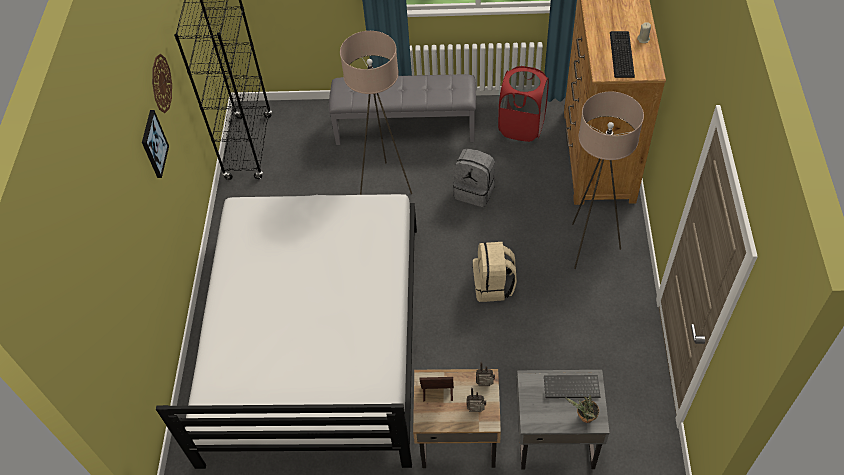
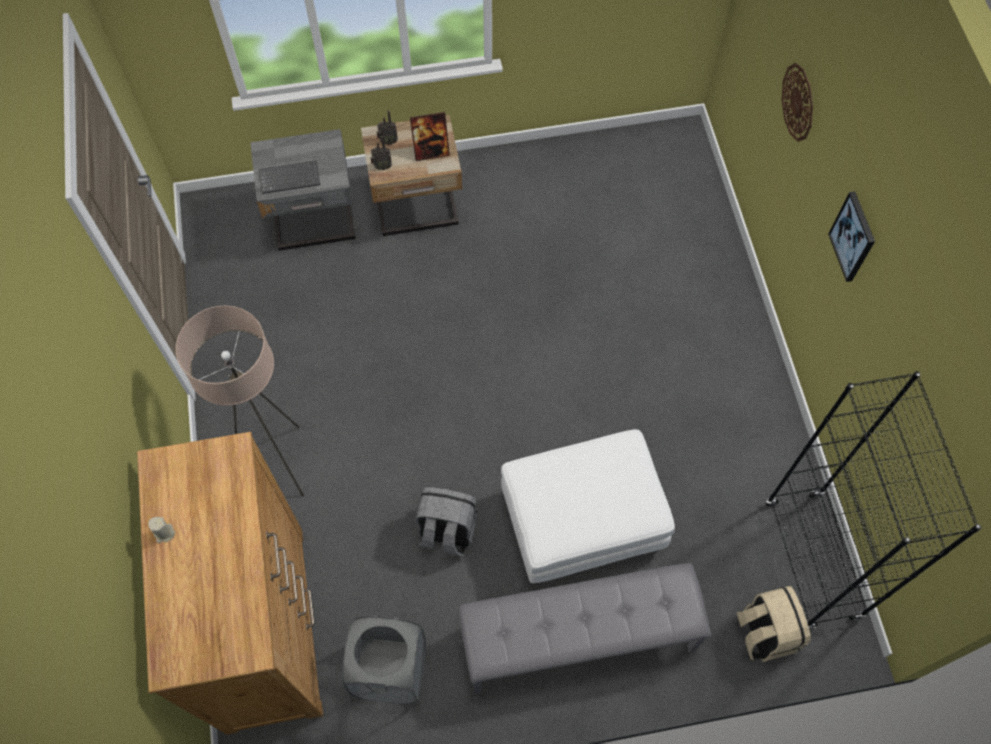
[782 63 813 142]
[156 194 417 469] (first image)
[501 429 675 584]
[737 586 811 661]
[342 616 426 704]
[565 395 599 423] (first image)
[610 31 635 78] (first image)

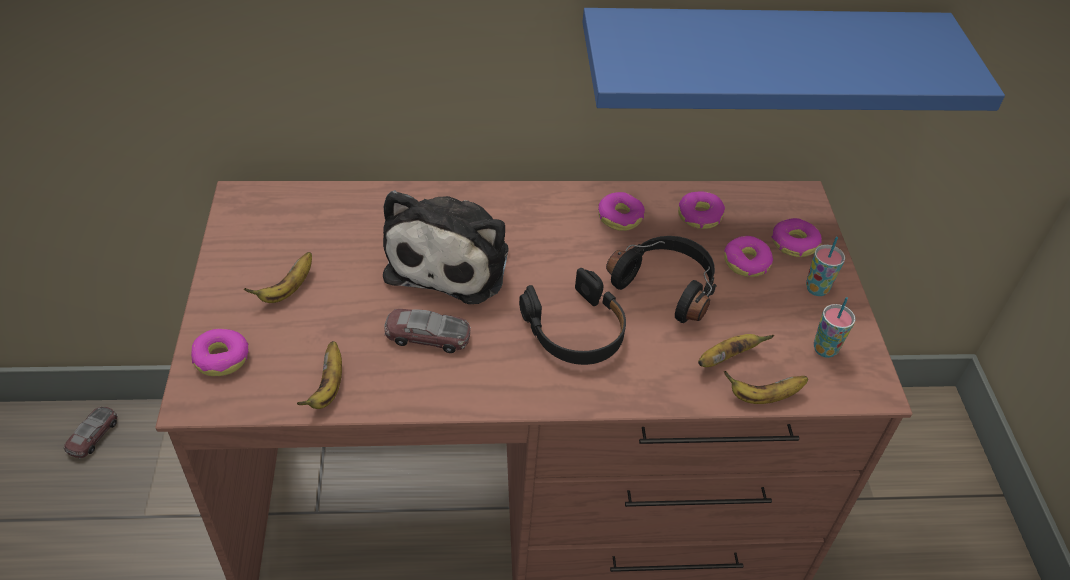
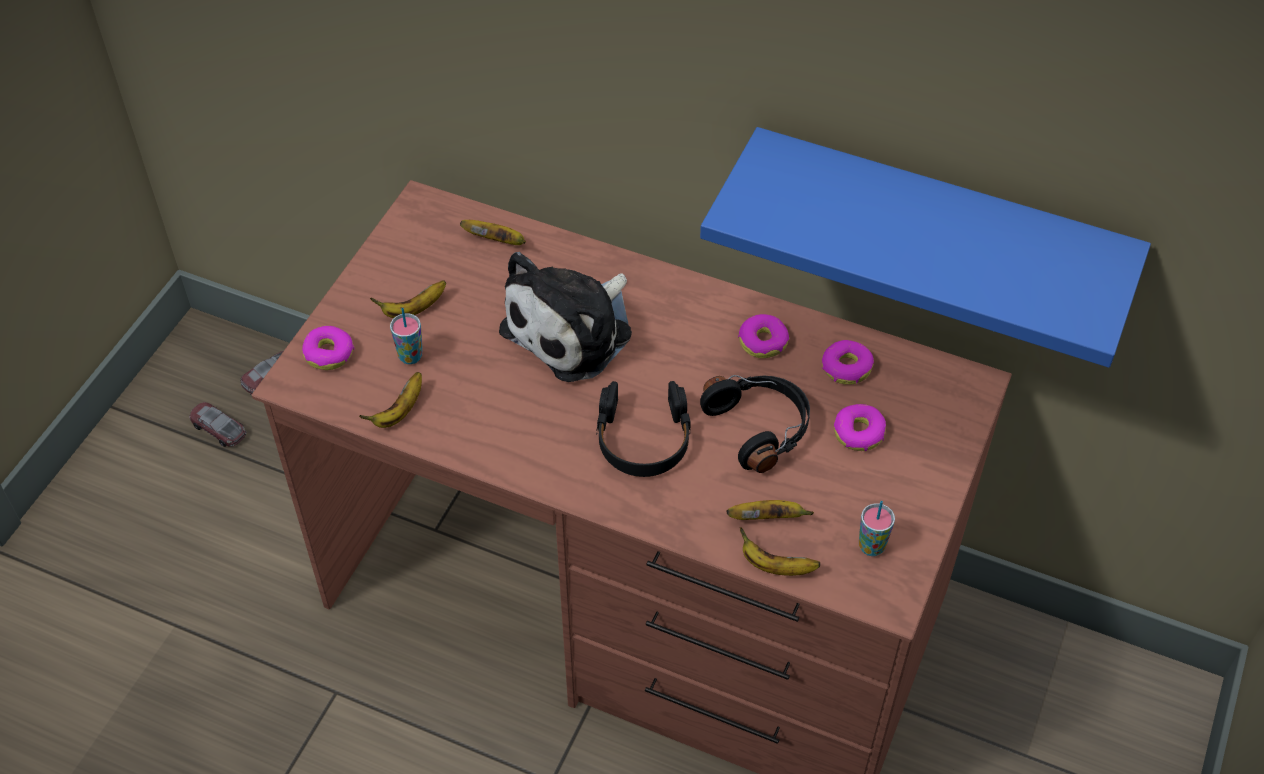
[189 402 246 447]
[772 218 822 257] (first image)
[390 308 423 364]
[460 220 526 245]

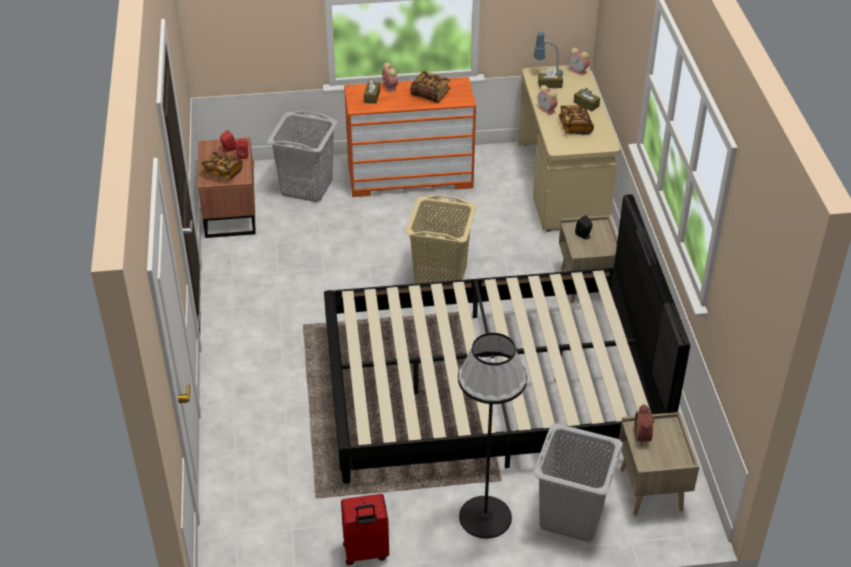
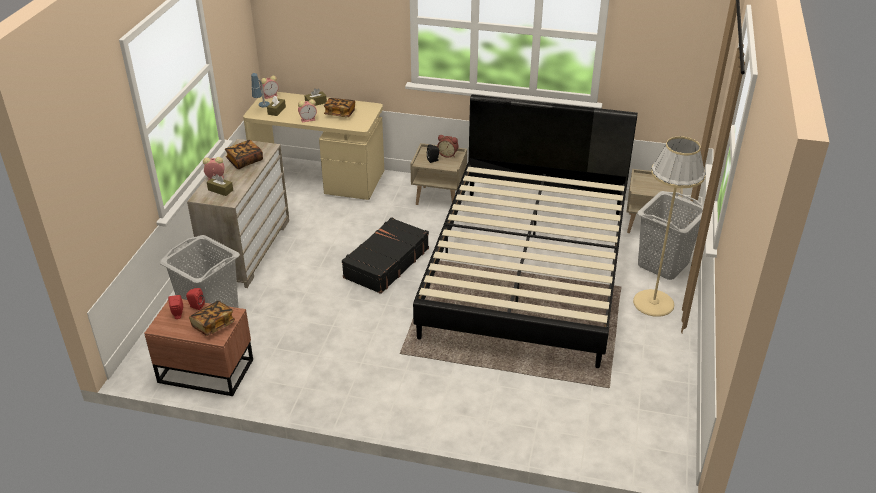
[341 494 389 565] (first image)
[187 139 289 288]
[342 217 429 294]
[633 136 706 317]
[437 135 459 158]

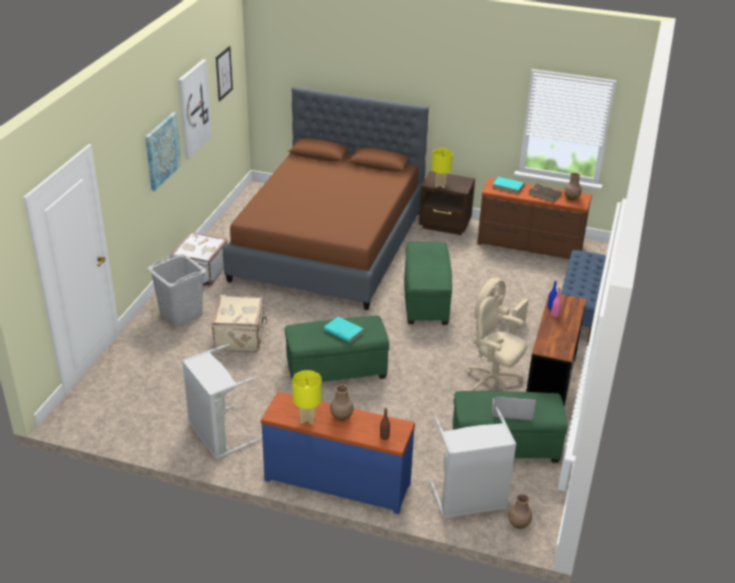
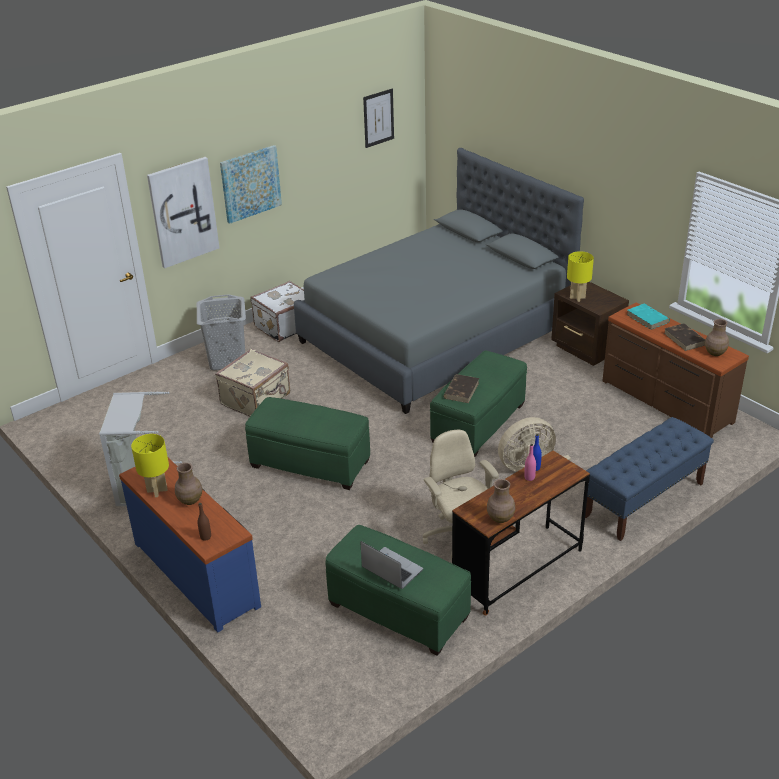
[147 157 219 268]
[294 148 584 414]
[324 317 363 343] (first image)
[429 407 517 519] (first image)
[487 479 515 523]
[443 374 479 403]

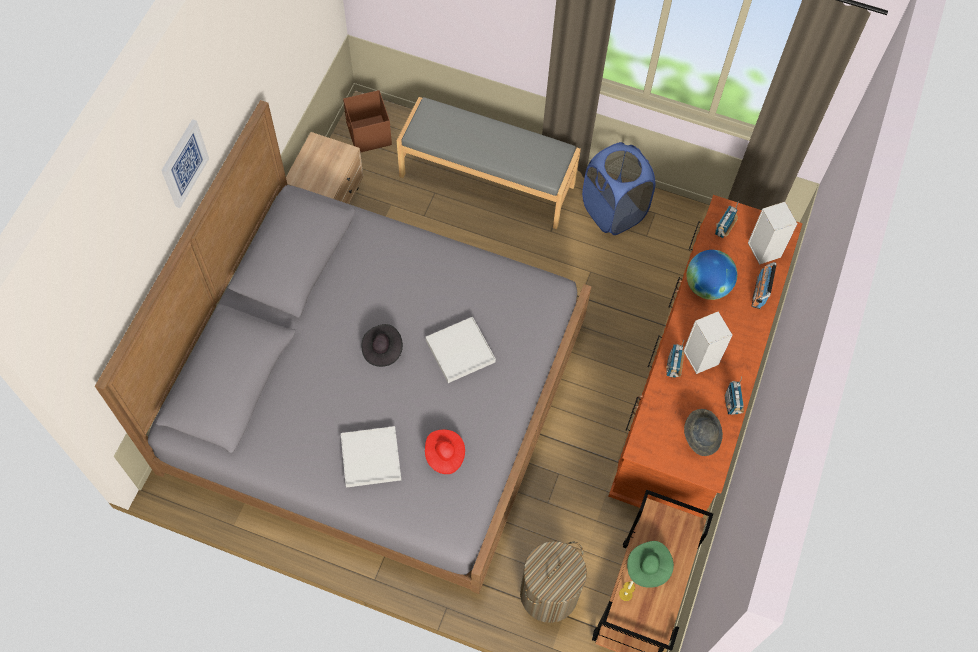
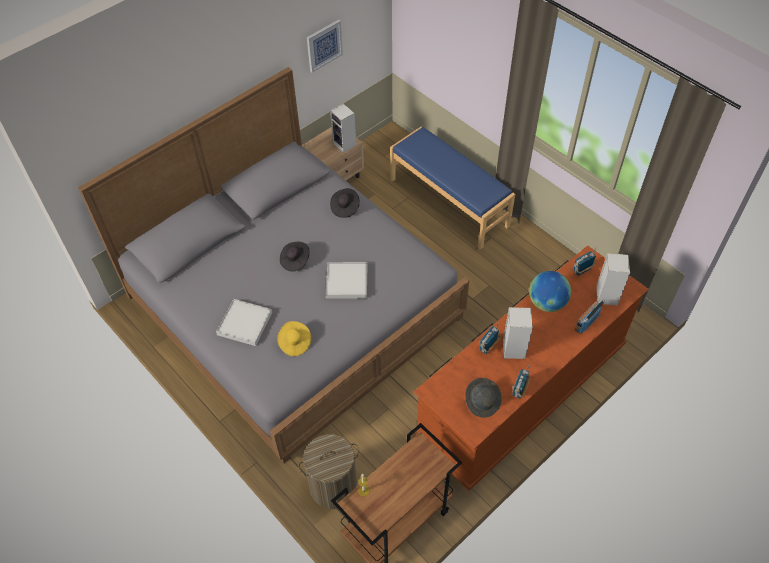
[307 20 343 73]
[343 90 392 153] (first image)
[390 127 515 250]
[277 321 311 356]
[582 142 655 235] (first image)
[627 541 674 588] (first image)
[330 104 356 153]
[330 188 360 218]

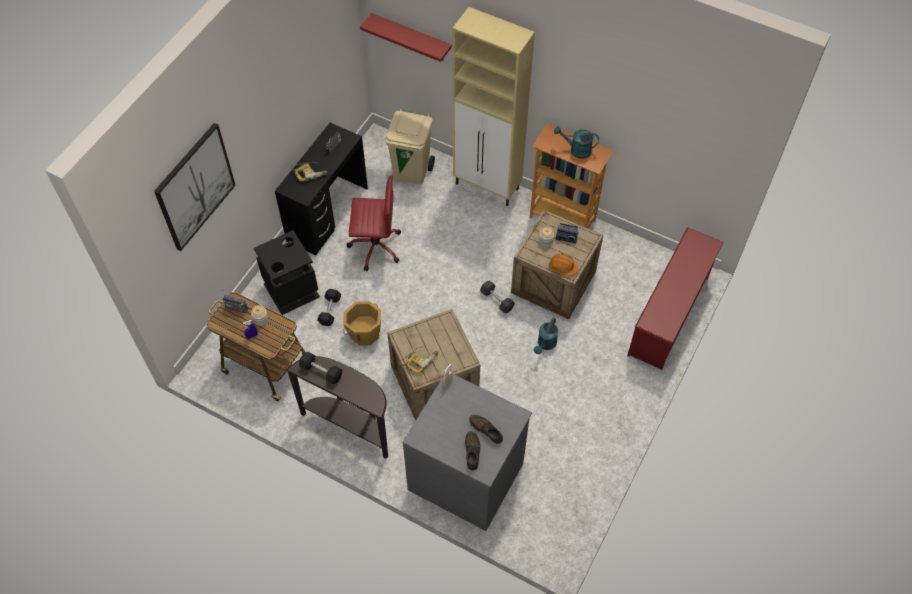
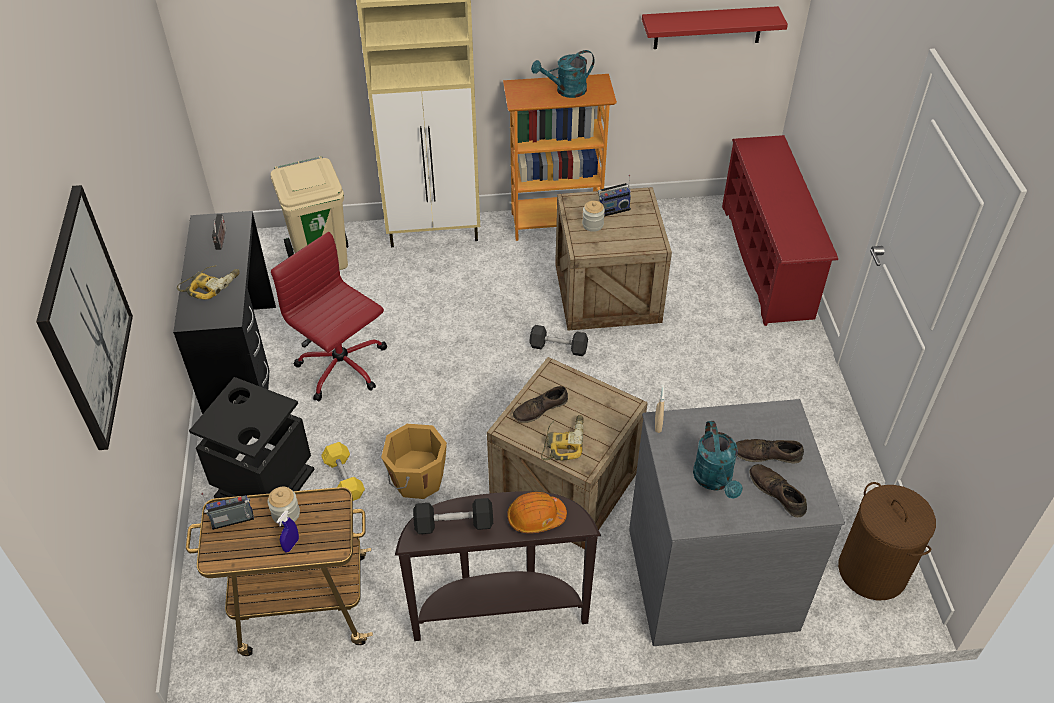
[321 442 365 501]
[271 232 387 401]
[642 6 788 49]
[693 421 743 499]
[507 492 567 533]
[513 386 568 423]
[838 482 936 600]

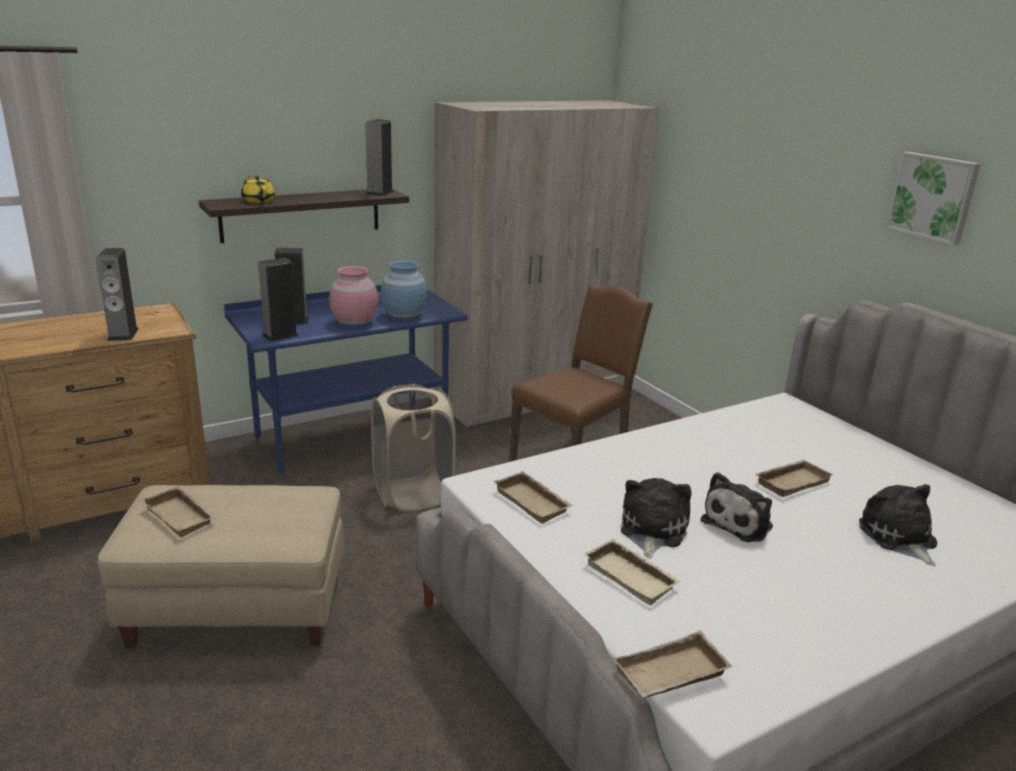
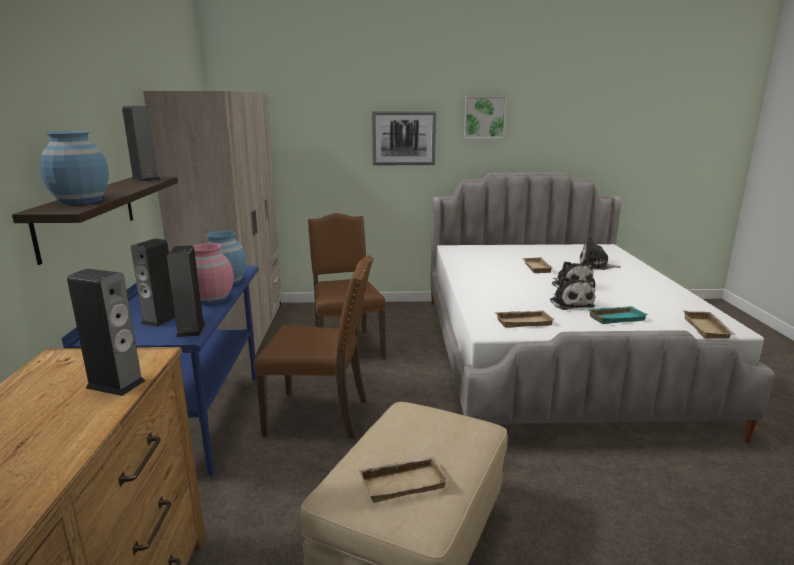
[40 131 109 204]
[254 255 374 439]
[588 306 648 324]
[550 277 595 310]
[372 111 436 165]

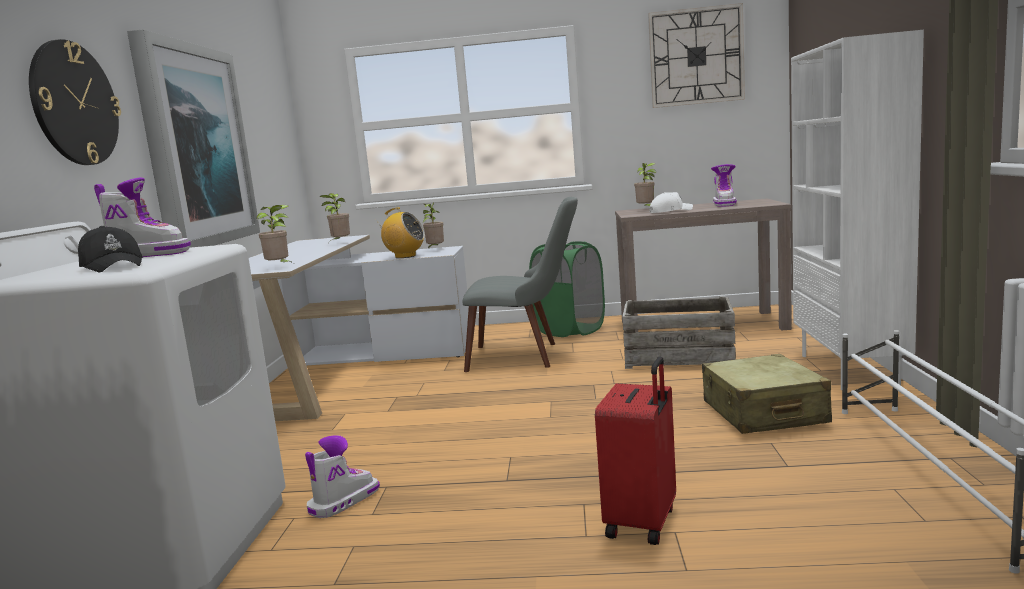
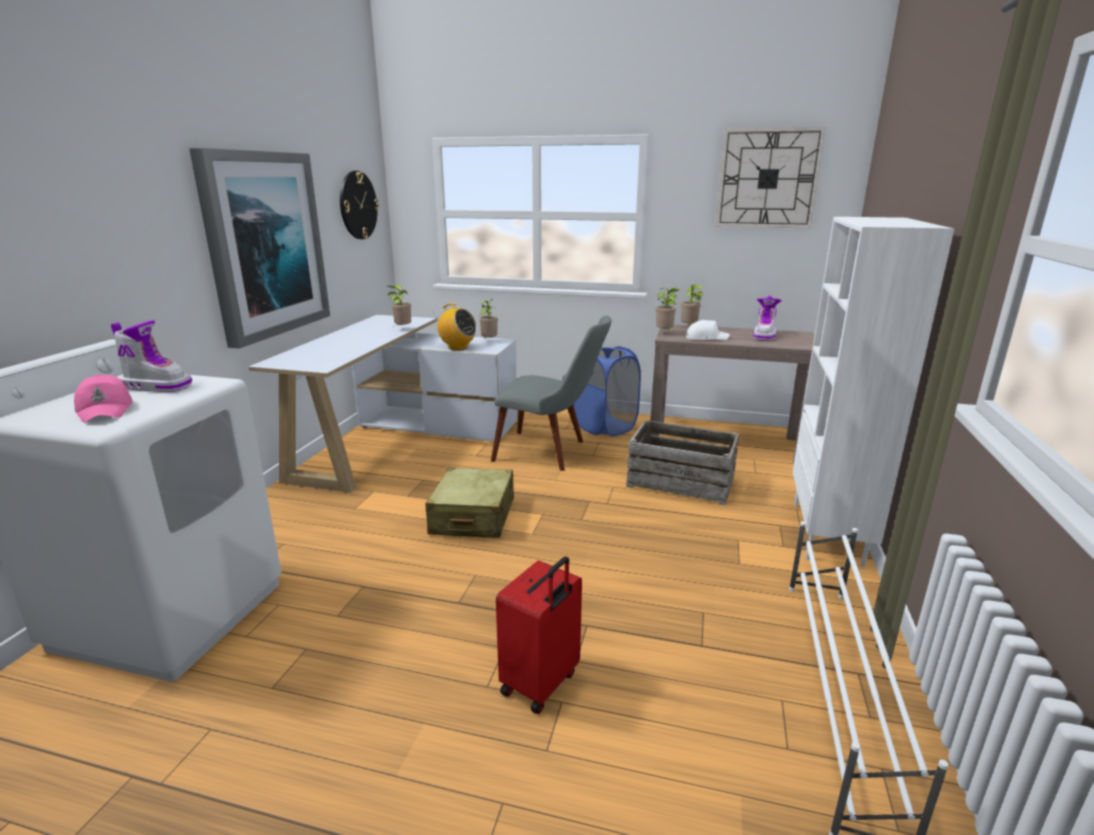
[340 171 379 239]
[74 374 133 423]
[656 287 680 332]
[305 435 380 518] (first image)
[573 346 641 436]
[425 468 514 538]

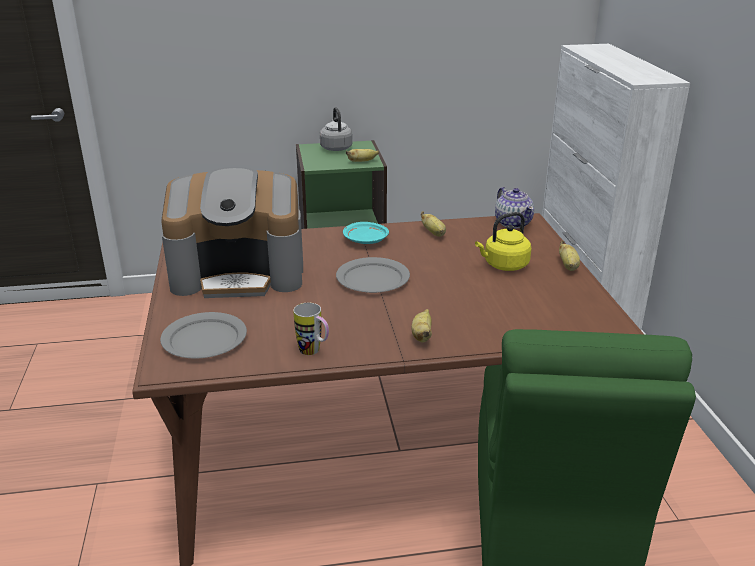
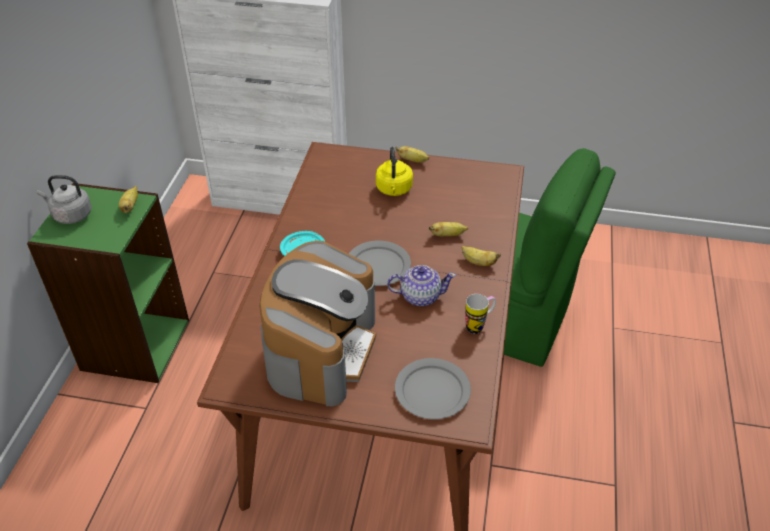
[429 222 468 236]
[387 265 456 306]

